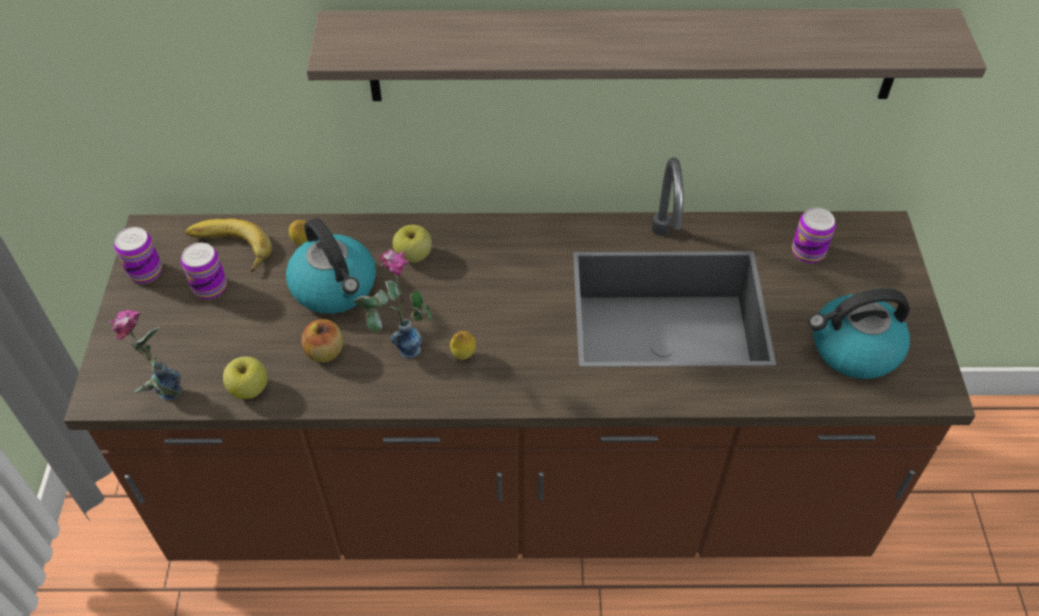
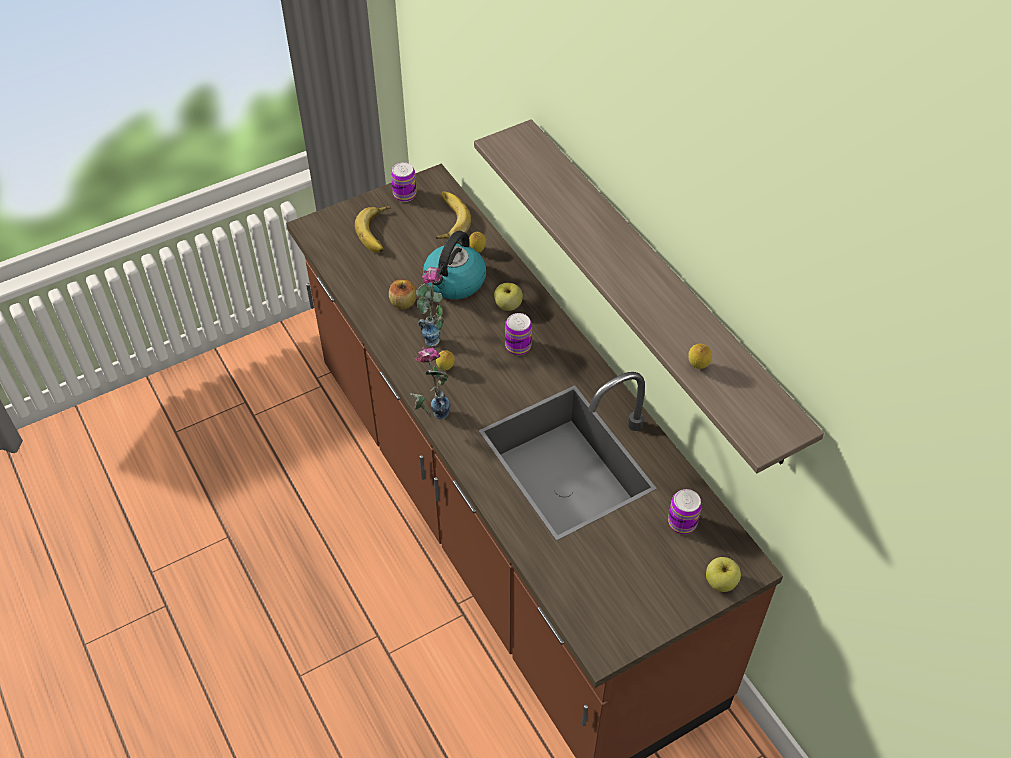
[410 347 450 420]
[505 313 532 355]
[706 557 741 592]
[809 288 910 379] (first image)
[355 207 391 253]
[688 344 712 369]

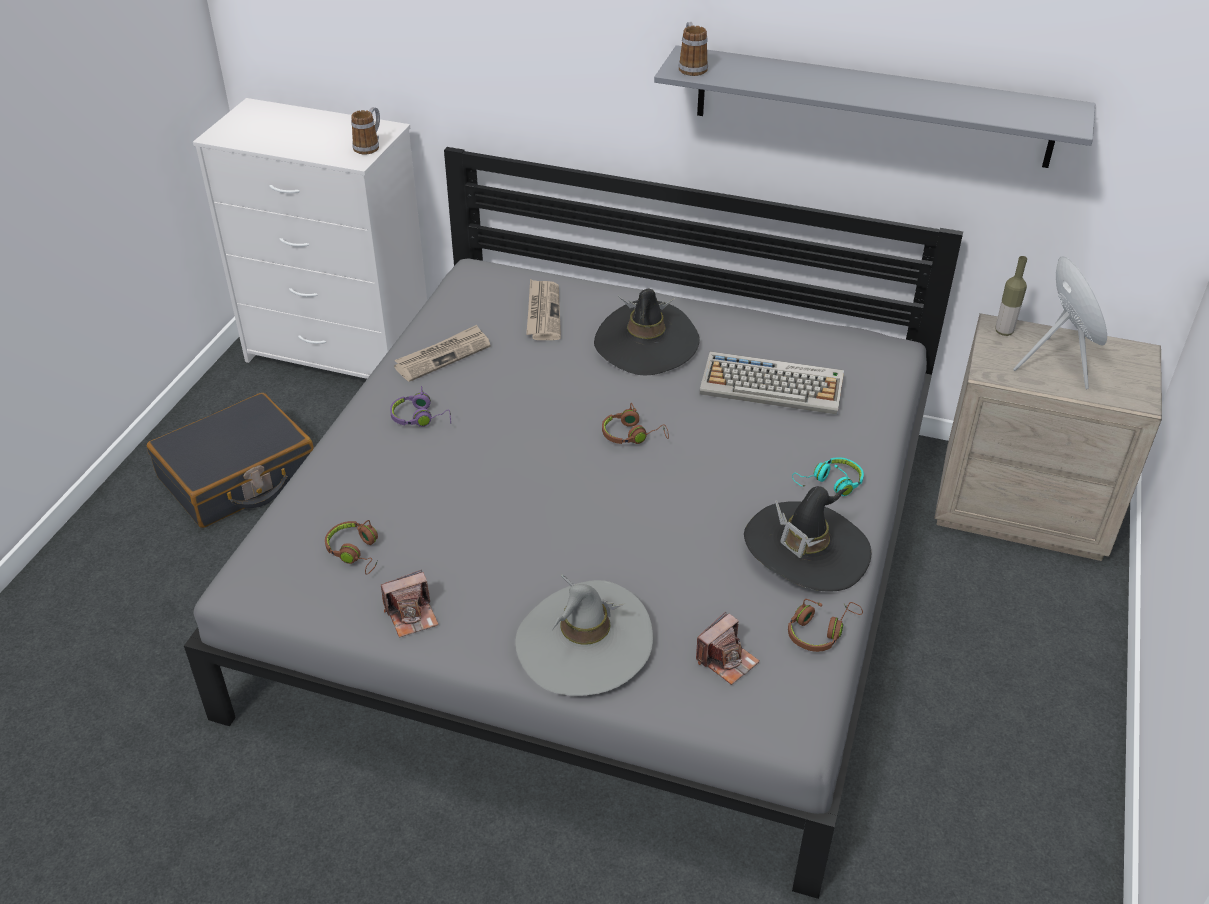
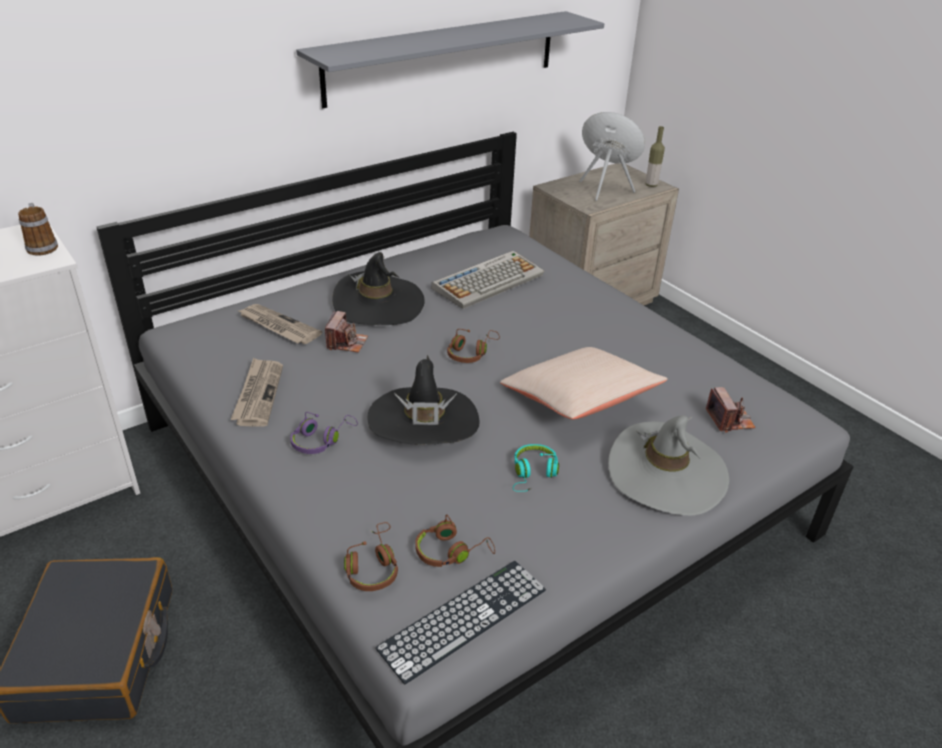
[325 311 368 353]
[679 22 708 76] (first image)
[367 355 479 445]
[344 522 398 591]
[513 444 559 492]
[646 126 665 187]
[375 561 546 685]
[500 347 668 419]

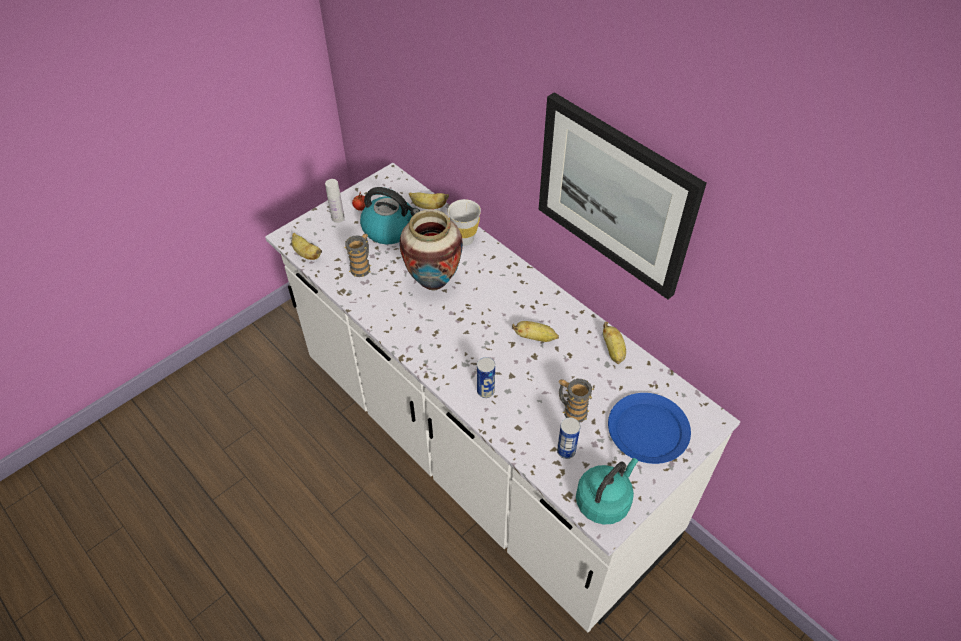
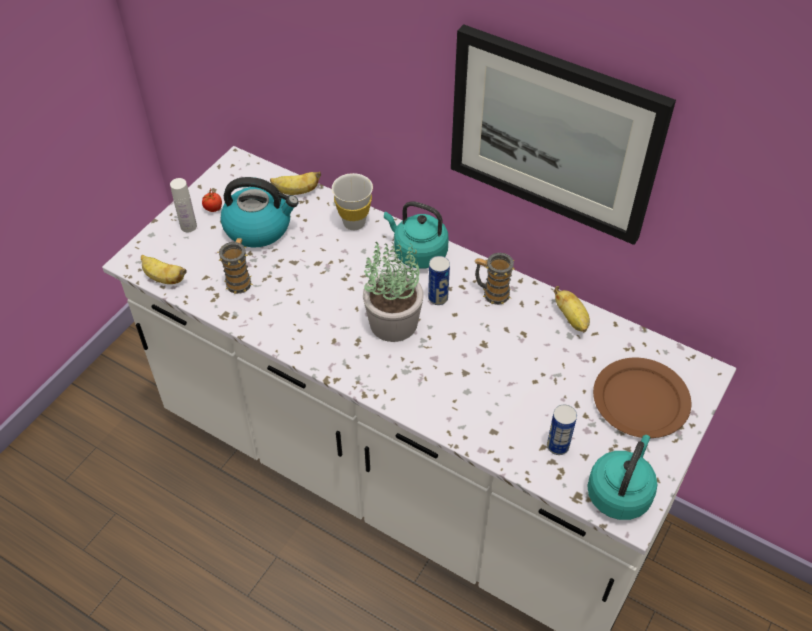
[399 209 463 291] (first image)
[428 256 450 305]
[512 321 559 342] (first image)
[475 253 515 305]
[593 358 691 438]
[363 240 424 342]
[384 201 449 269]

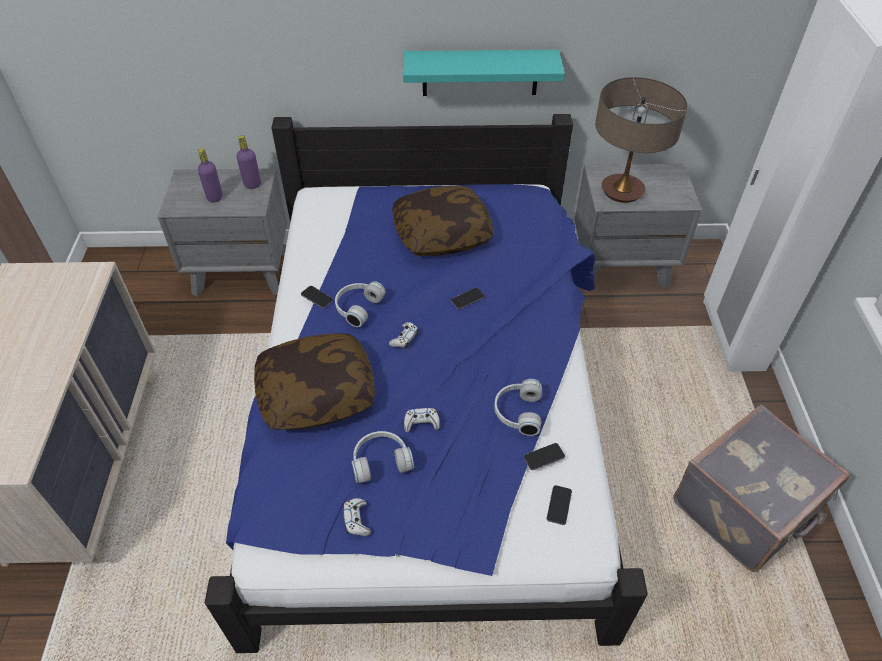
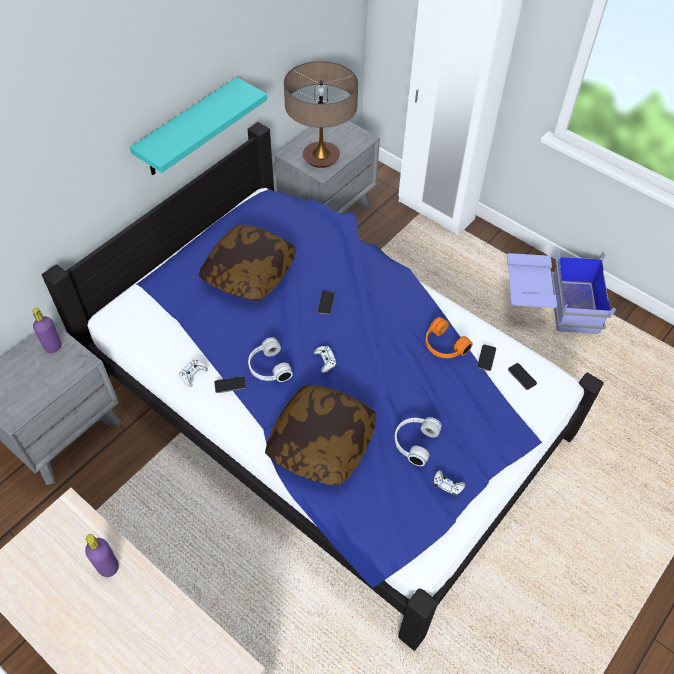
[85 534 119 577]
[179 360 208 387]
[425 317 473 358]
[507 251 616 334]

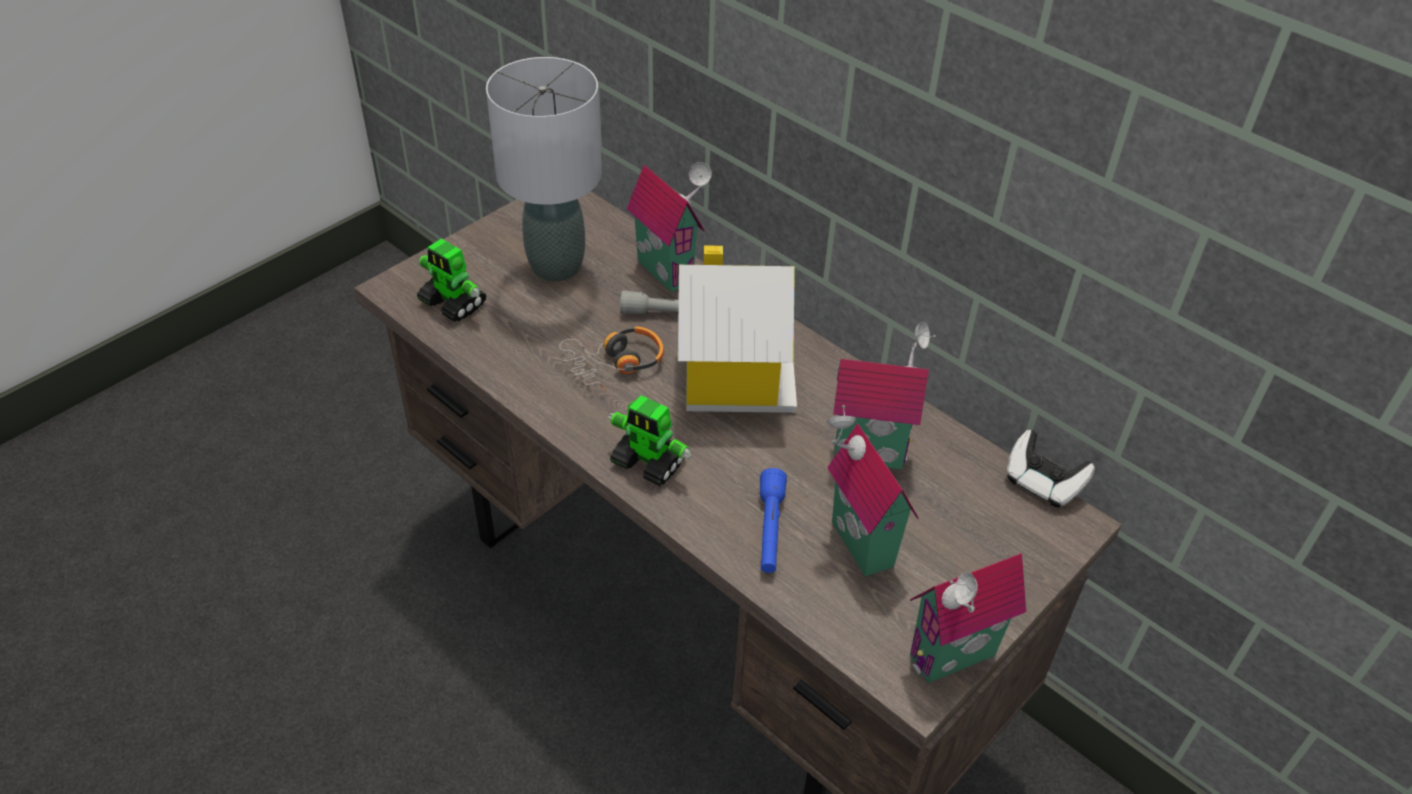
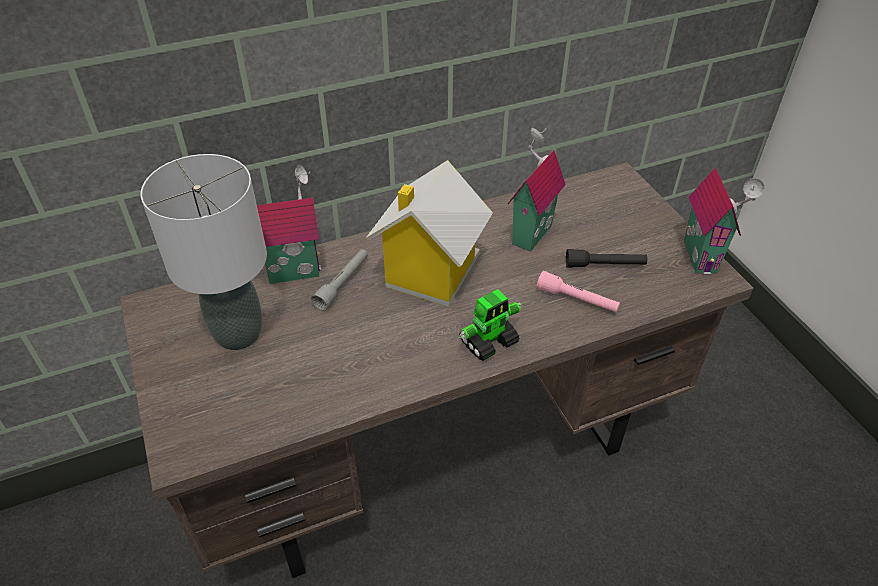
[417 239 486 322] (first image)
[559 326 664 391] (first image)
[537 271 620 312]
[566 249 647 268]
[1007 430 1095 508] (first image)

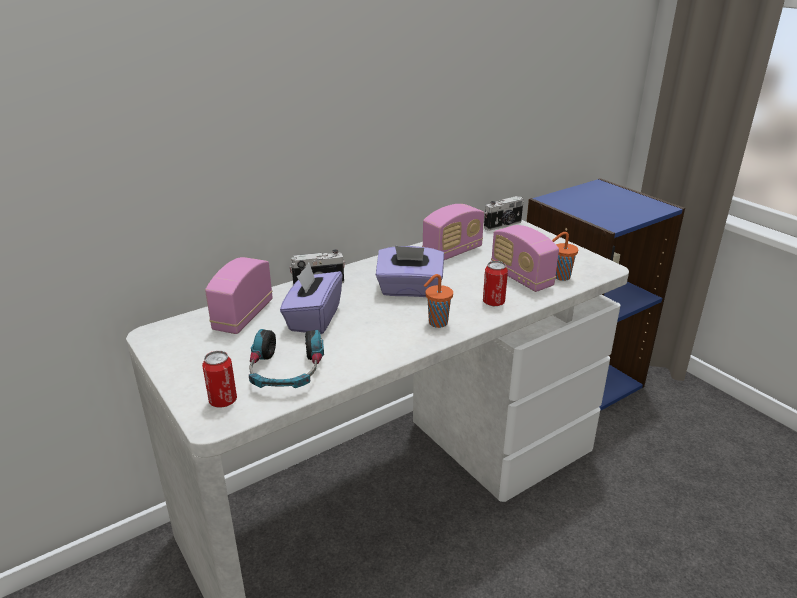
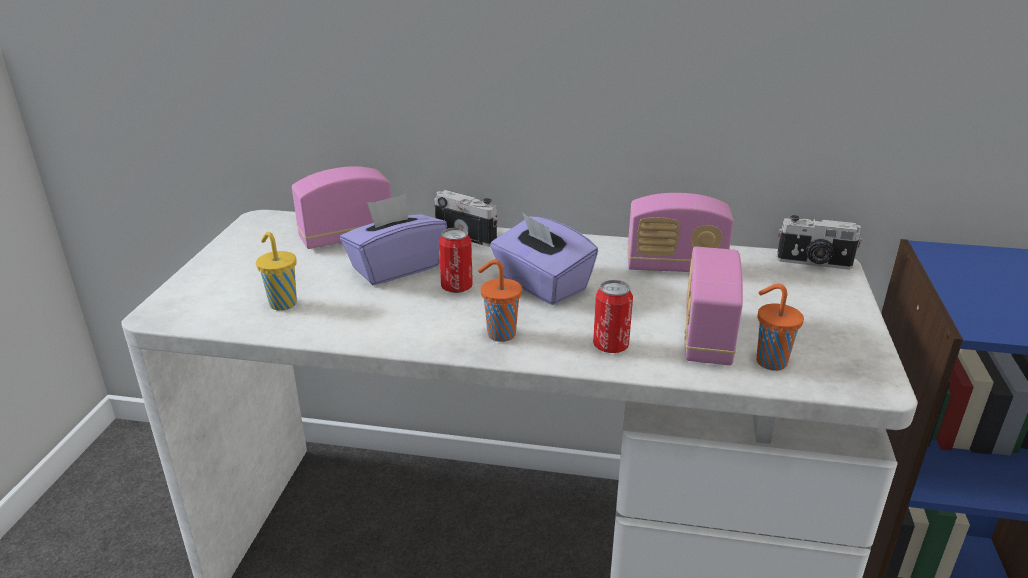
[439 227 473 293]
[256 232 297 311]

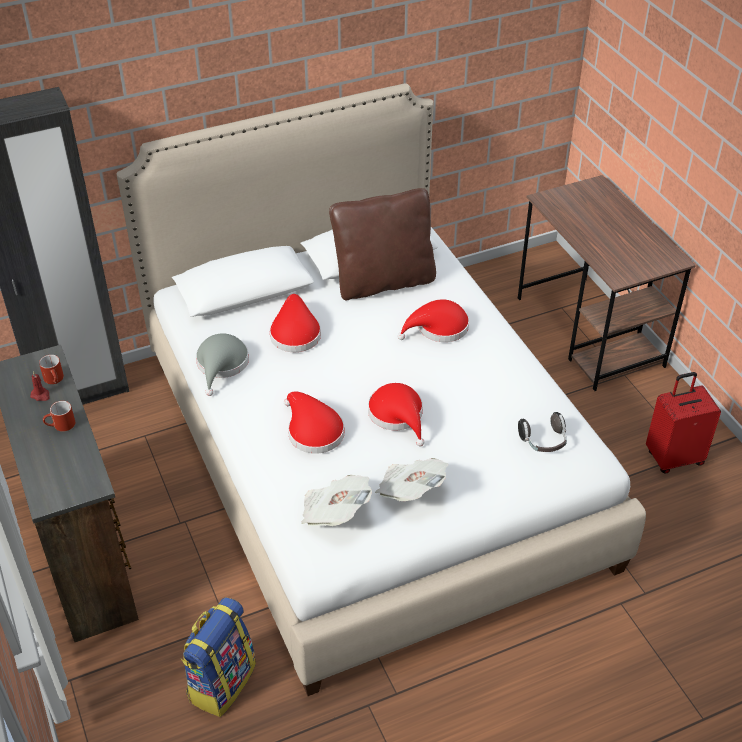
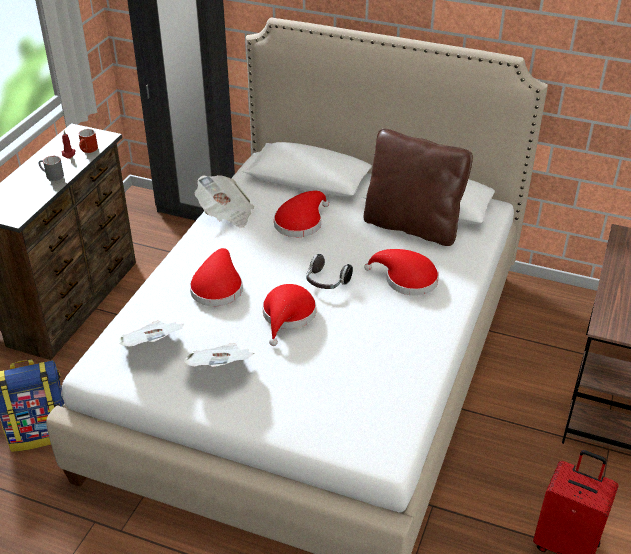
[38 156 64 181]
[195 175 254 228]
[306 254 353 289]

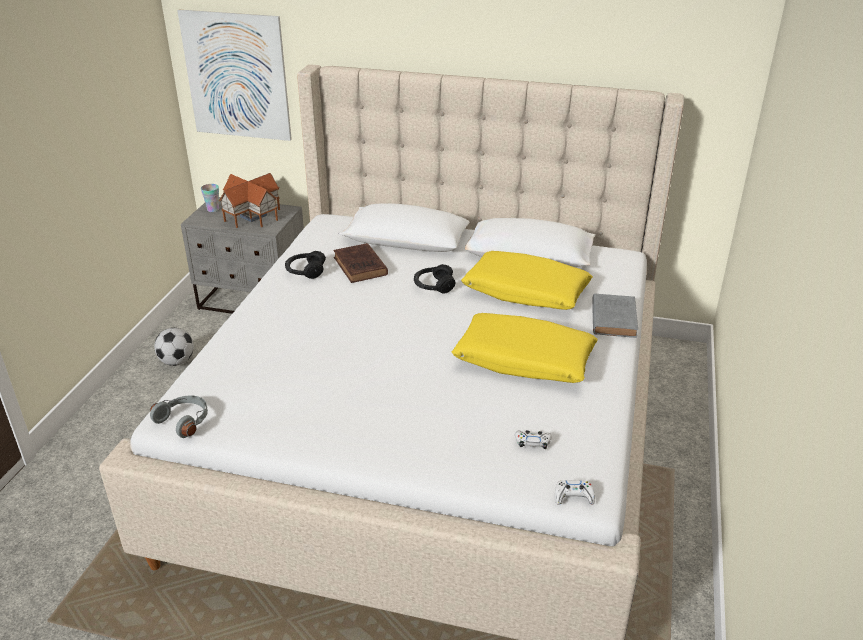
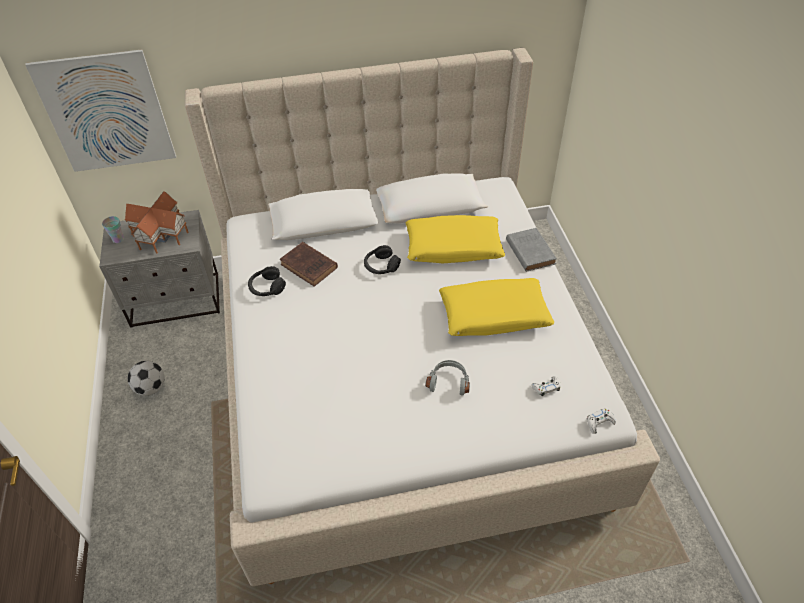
[425 360 470 396]

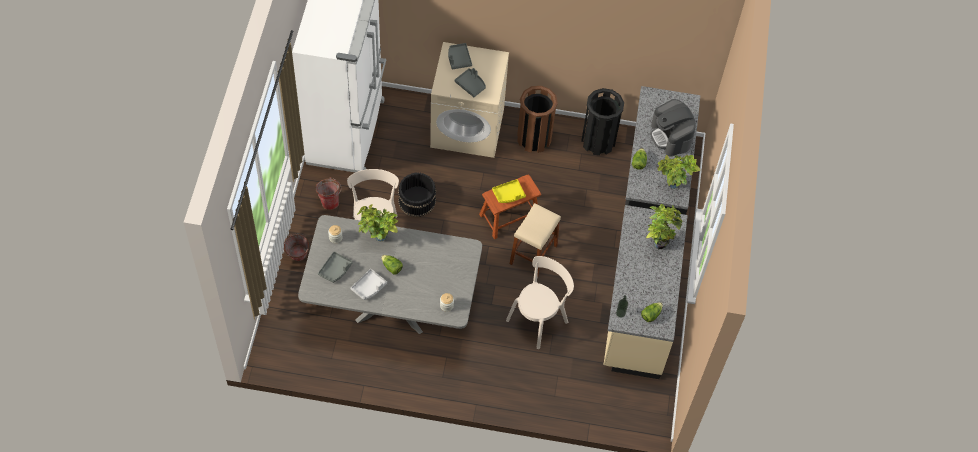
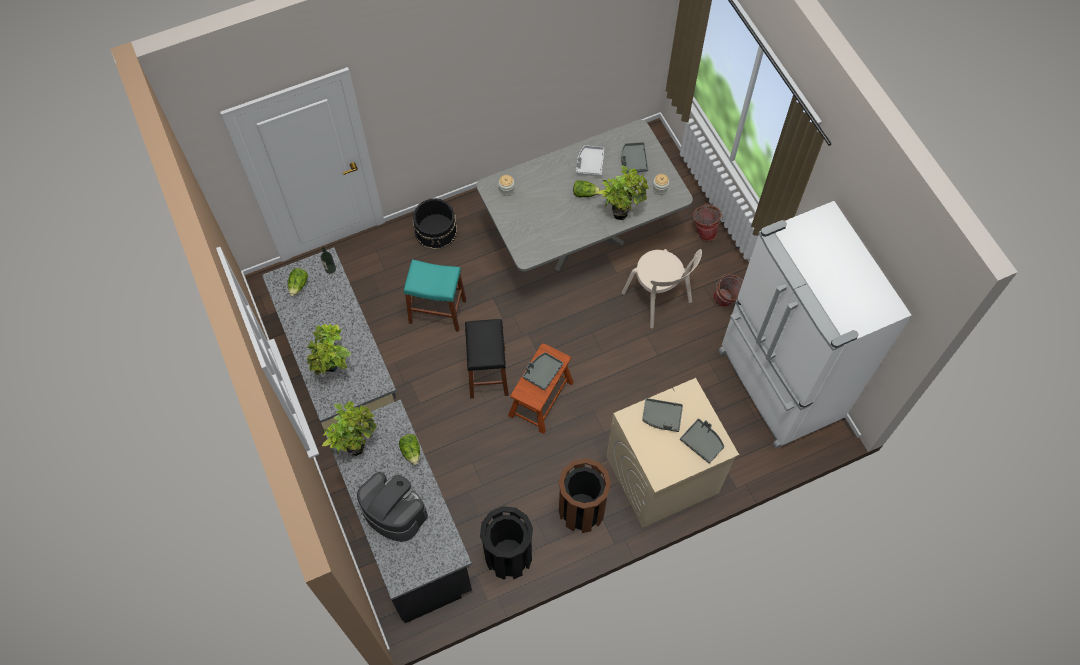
[413 198 457 250]
[522 352 563 391]
[404 259 466 332]
[465 319 509 398]

